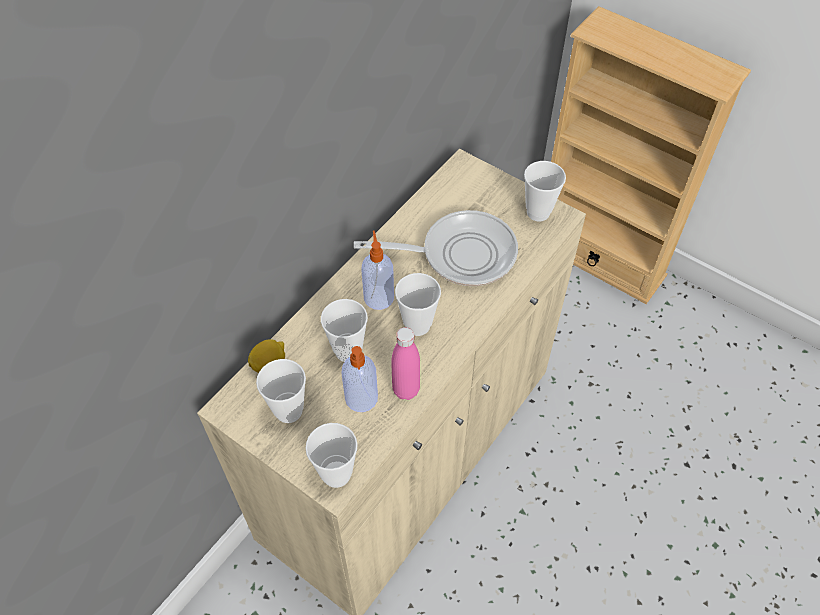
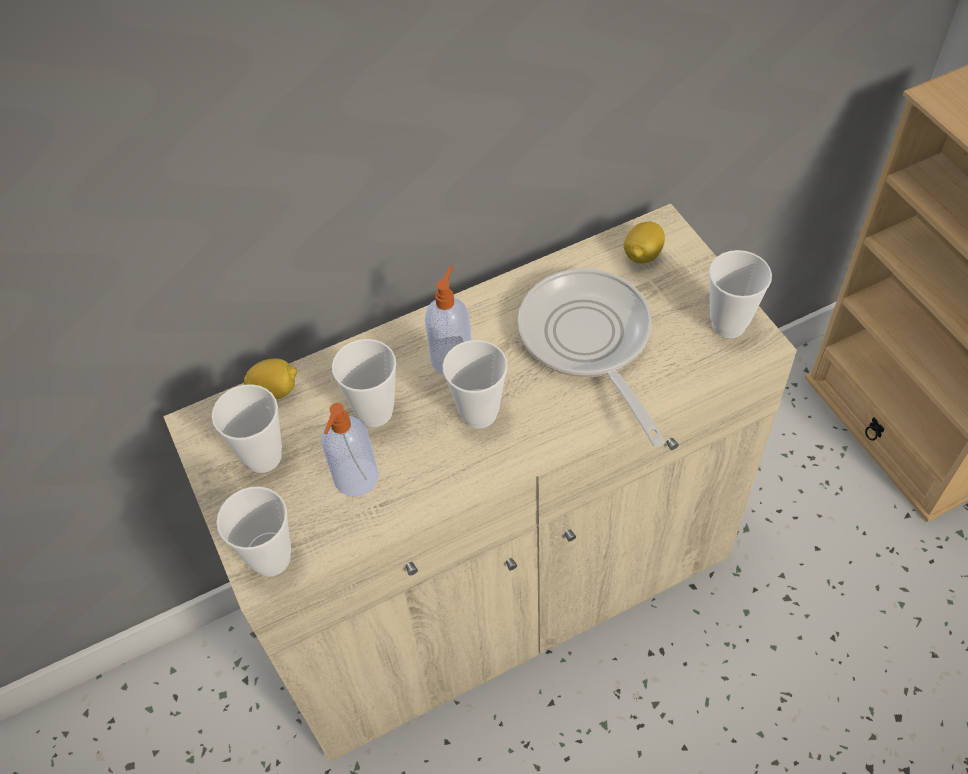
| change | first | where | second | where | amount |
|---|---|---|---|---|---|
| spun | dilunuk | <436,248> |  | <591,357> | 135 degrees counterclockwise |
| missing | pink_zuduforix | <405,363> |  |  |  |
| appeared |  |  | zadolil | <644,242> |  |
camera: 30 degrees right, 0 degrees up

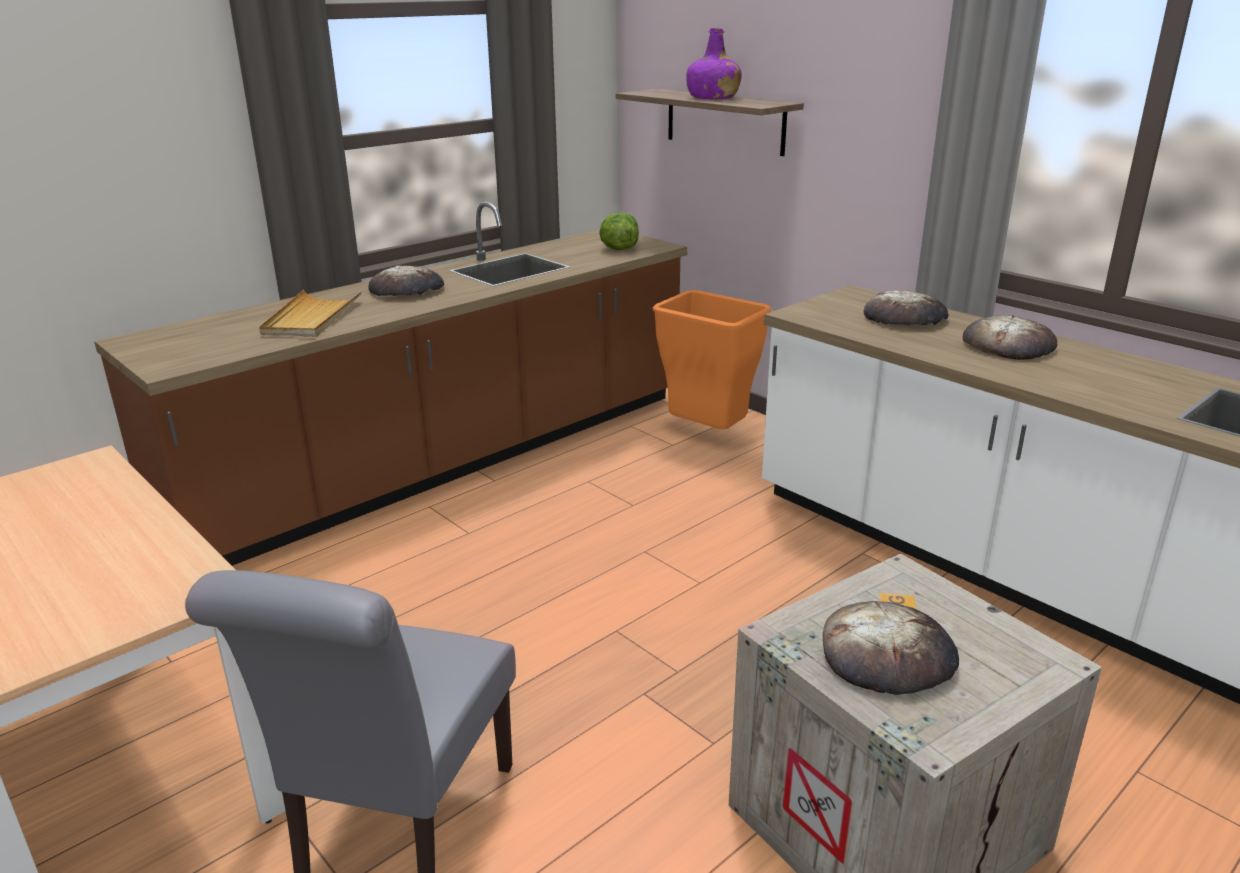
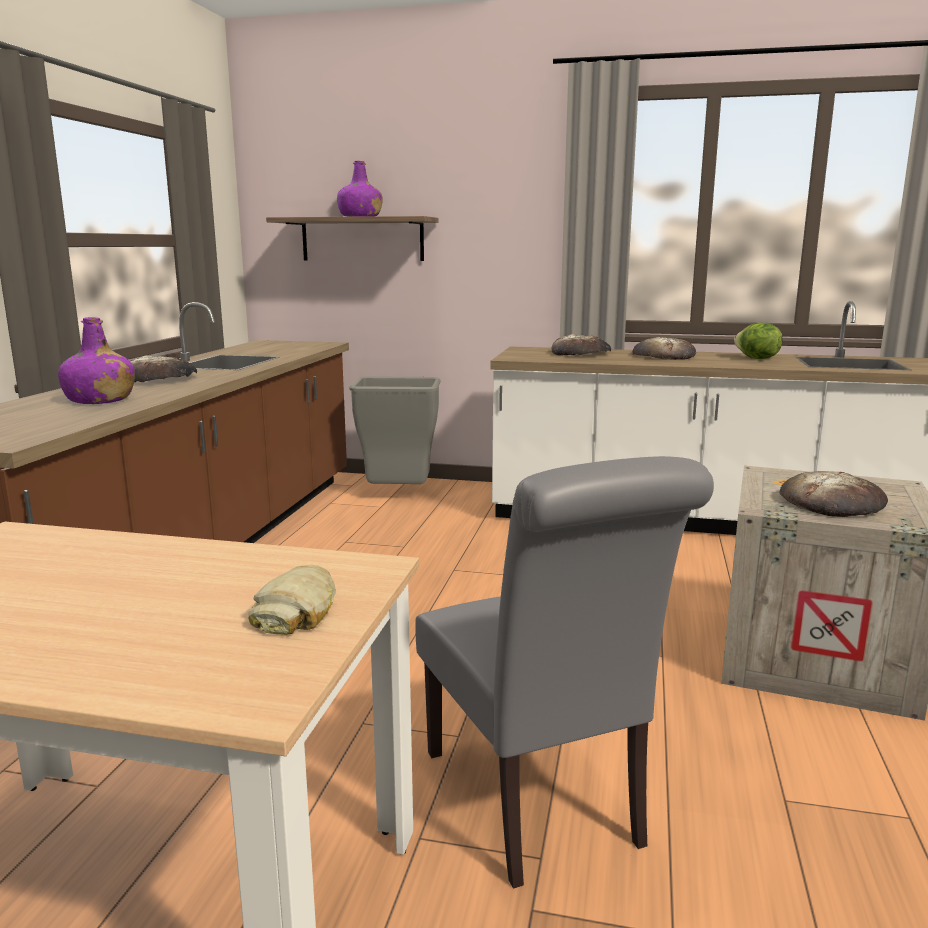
| change | first | where | second | where | amount |
|---|---|---|---|---|---|
| exchanged | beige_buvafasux | <310,313> | purple_zuduforix | <96,360> |  |
| relocated | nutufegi | <619,231> |  | <758,341> |  |
| colour | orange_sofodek | <711,359> | grey_sofodek | <395,430> |  |
| appeared |  |  | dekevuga | <292,600> |  |
camera: 35 degrees left, 10 degrees down

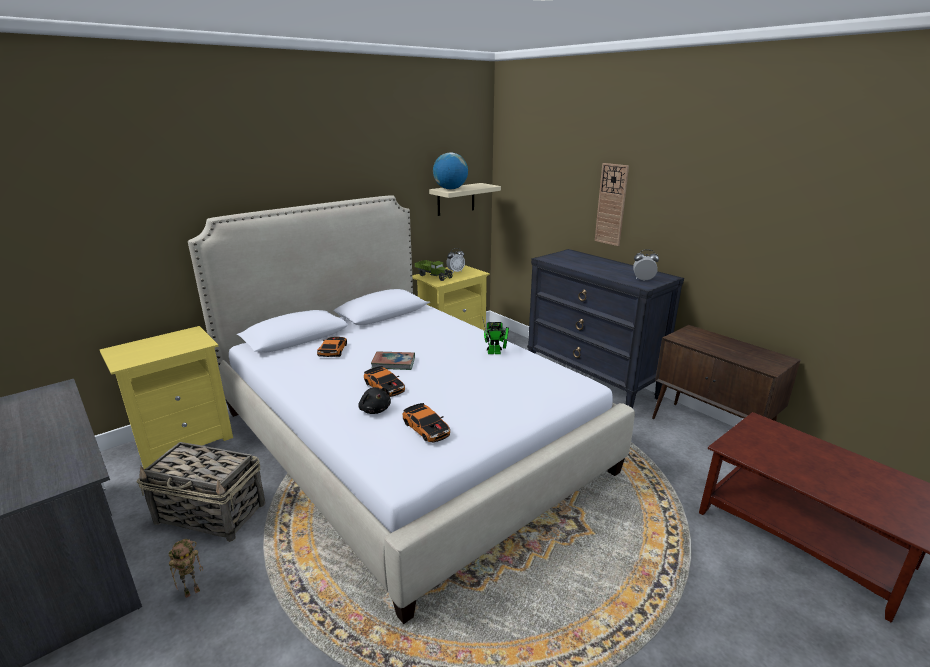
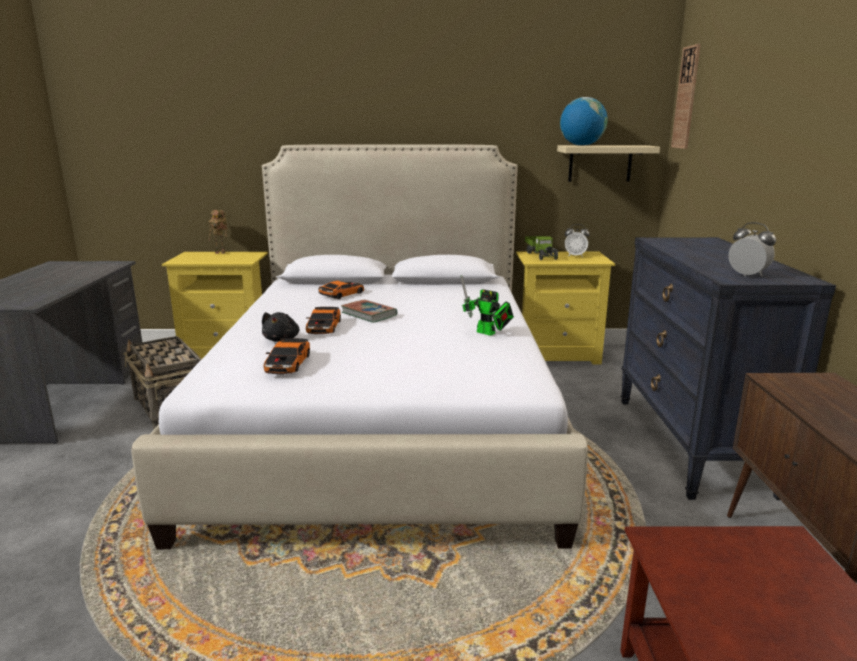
| change | first | where | second | where | amount |
|---|---|---|---|---|---|
| relocated | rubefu | <186,568> |  | <218,232> |  |
| relocated | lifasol | <612,204> |  | <686,96> |  |
camera: 40 degrees right, 5 degrees down

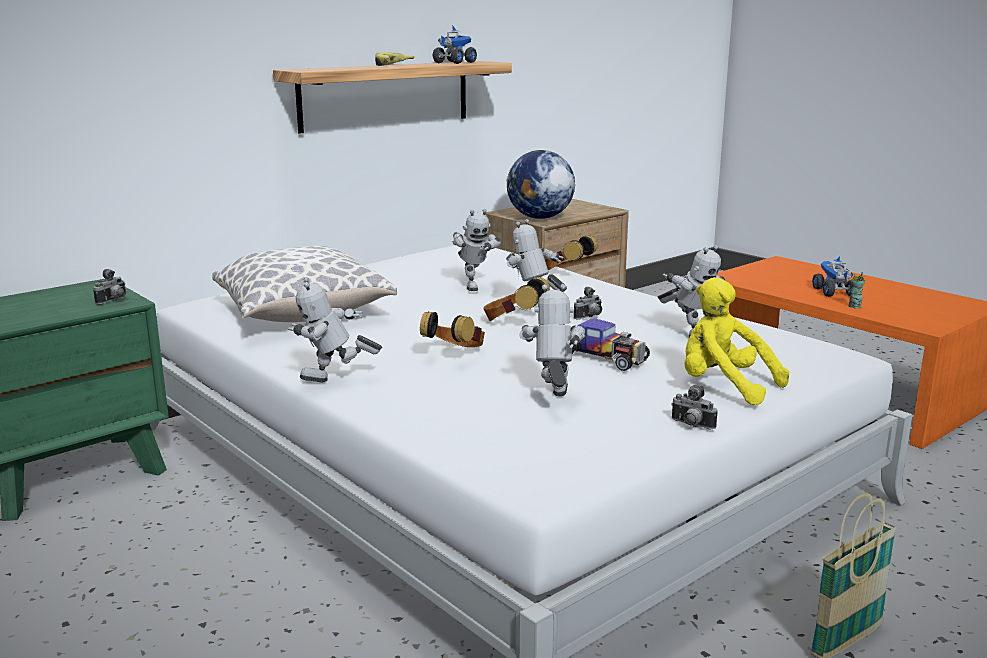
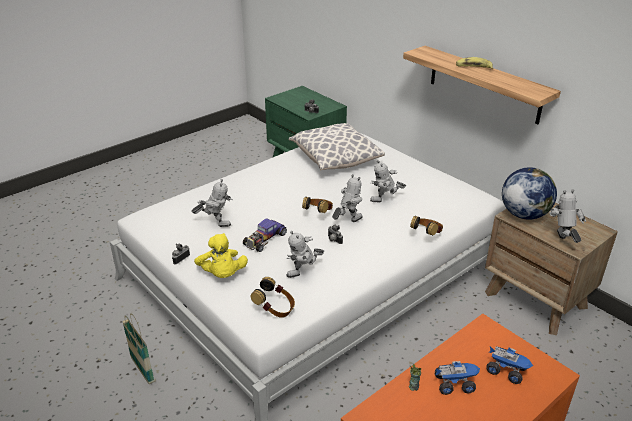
| change | first | where | second | where | amount |
|---|---|---|---|---|---|
| relocated | rubefu | <335,329> |  | <567,216> |  |
| relocated | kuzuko | <452,329> |  | <273,297> |  |
| relocated | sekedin | <455,45> |  | <509,365> |  |
| spun | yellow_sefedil | <736,341> |  | <221,255> | 120 degrees clockwise |
camera: 90 degrees right, 15 degrees up

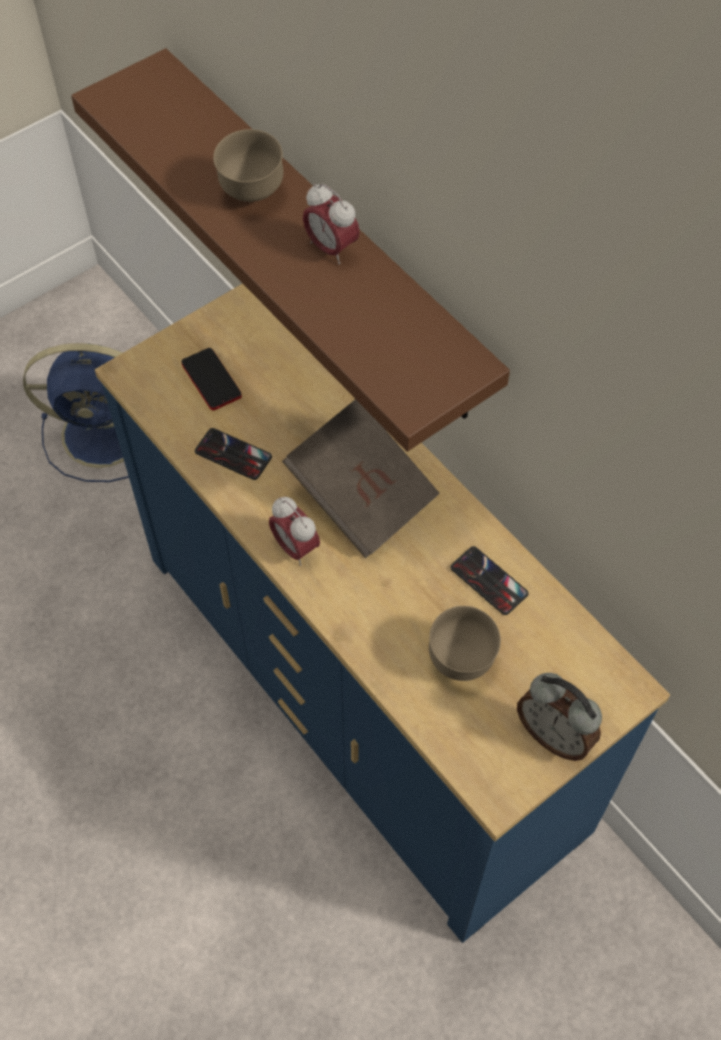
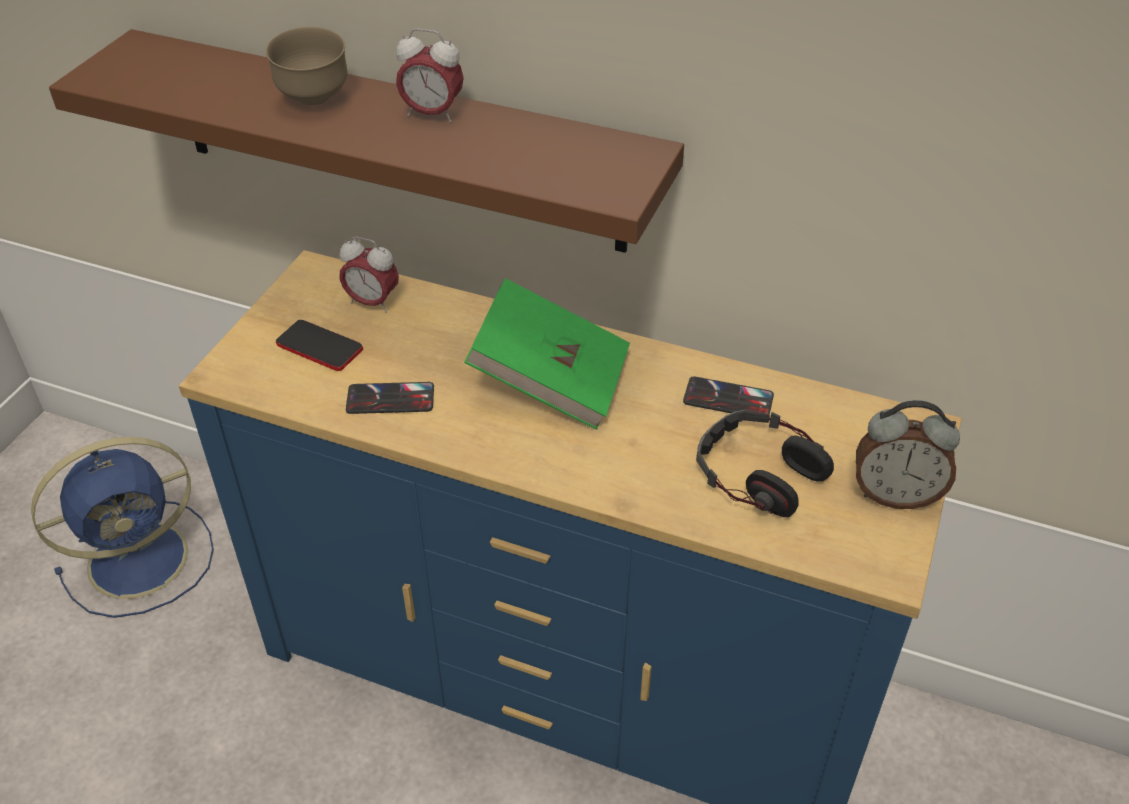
| change | first | where | second | where | amount |
|---|---|---|---|---|---|
| relocated | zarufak | <294,531> |  | <369,275> |  |
| colour | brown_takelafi | <361,478> | green_takelafi | <547,354> |  |
| exchanged | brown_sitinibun | <465,643> | kuzuko | <765,463> |  |
camera: 30 degrees left, 15 degrees down

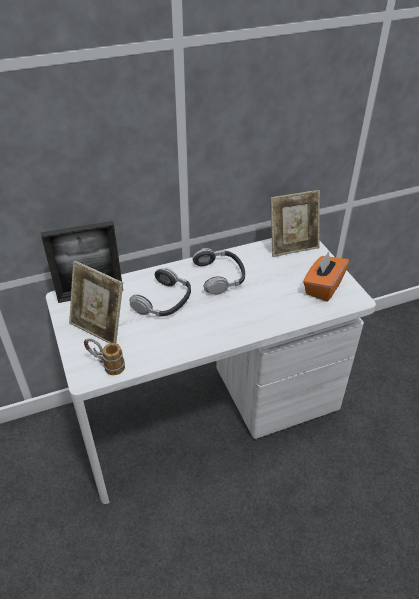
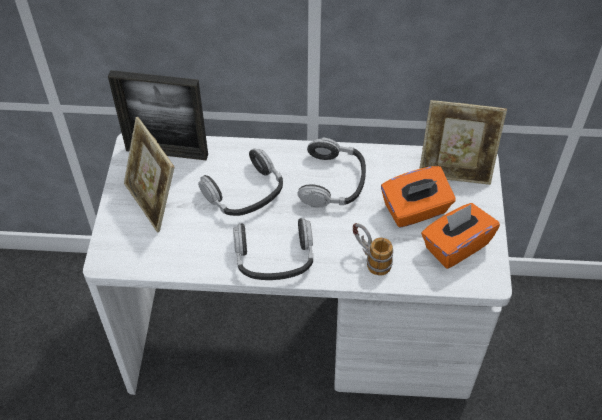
| change | first | where | second | where | amount |
|---|---|---|---|---|---|
| relocated | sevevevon | <104,356> |  | <373,249> |  |
| appeared |  |  | kuzuko | <273,249> |  |
| appeared |  |  | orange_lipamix | <418,197> |  |
camera: 25 degrees right, 10 degrees up

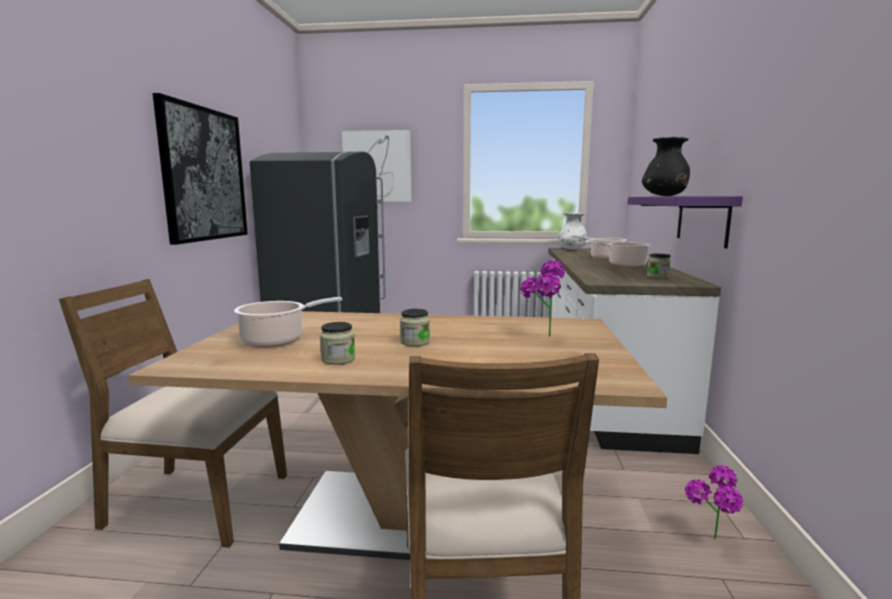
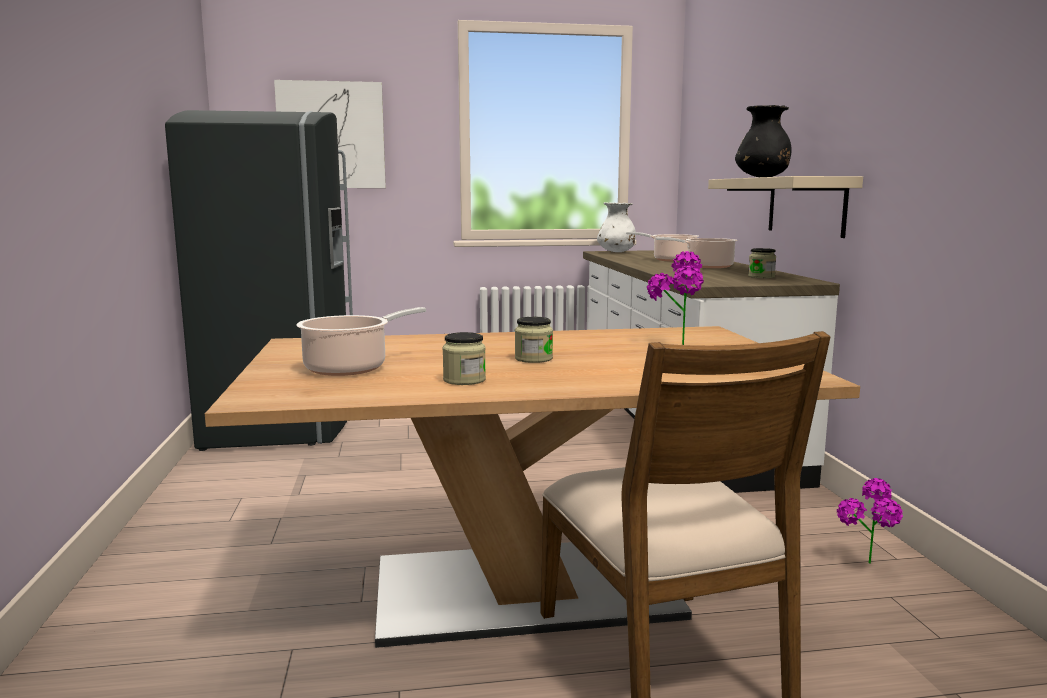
| change | first | where | second | where | amount |
|---|---|---|---|---|---|
| missing | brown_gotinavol | <173,413> |  |  |  |
| missing | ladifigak | <200,169> |  |  |  |
| colour | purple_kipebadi | <685,222> | beige_kipebadi | <785,207> |  |
camera: 15 degrees left, 0 degrees up

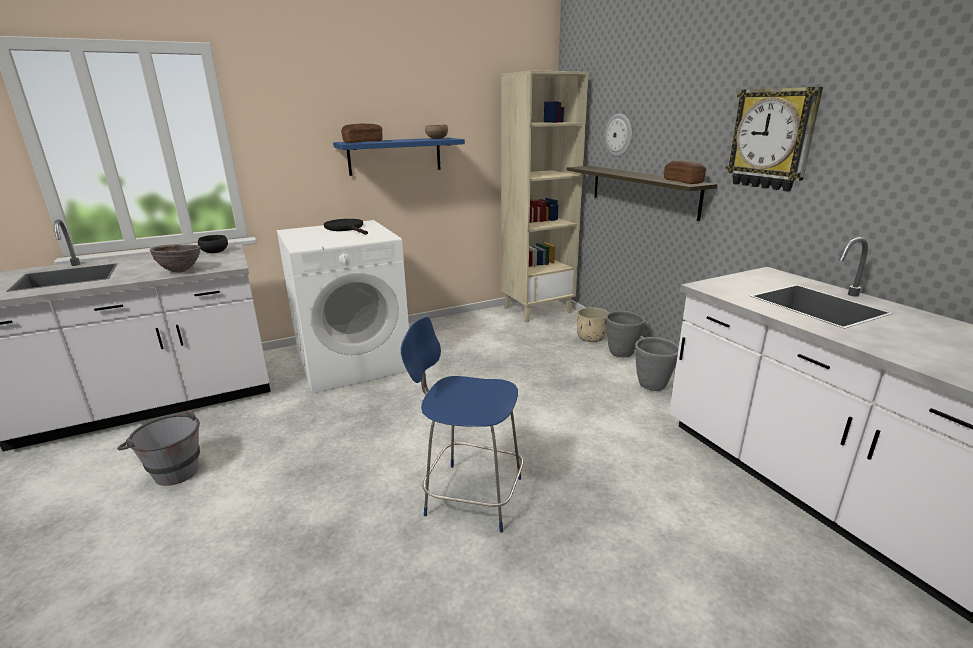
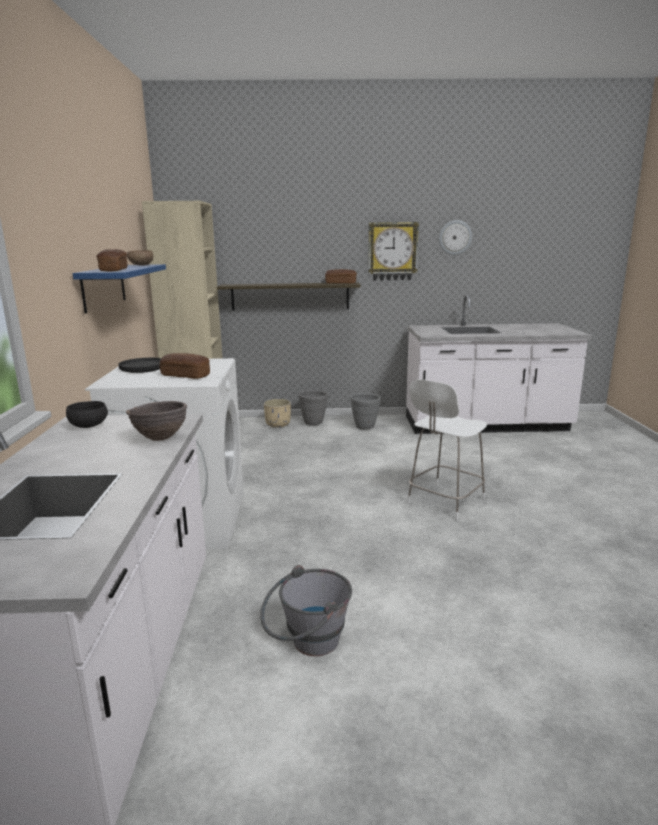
| change | first | where | second | where | amount |
|---|---|---|---|---|---|
| colour | blue_gotinavol | <462,425> | white_gotinavol | <447,449> |  |
| relocated | lifasol | <618,135> |  | <455,237> |  |
| appeared |  |  | dekevuga | <184,366> |  |
camera: 65 degrees left, 5 degrees down

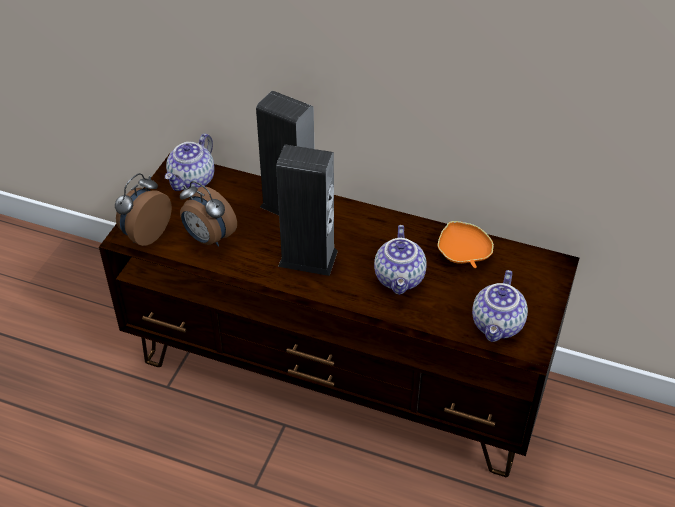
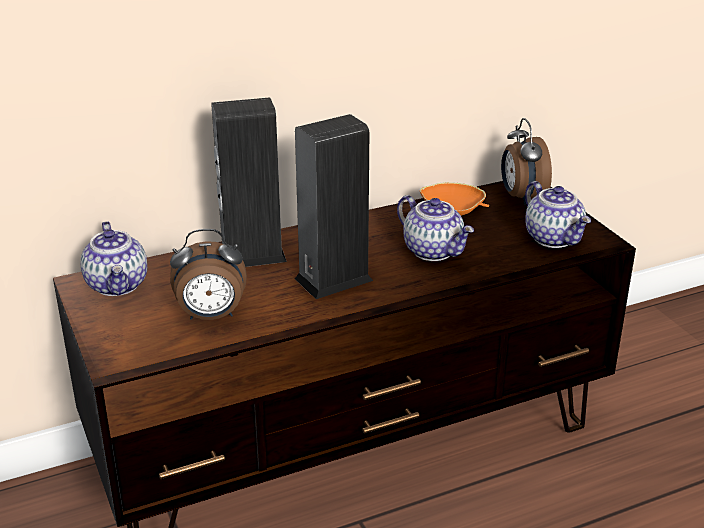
| change | first | where | second | where | amount |
|---|---|---|---|---|---|
| relocated | zarufak | <143,209> |  | <526,161> |  |
camera: 45 degrees left, 15 degrees down

